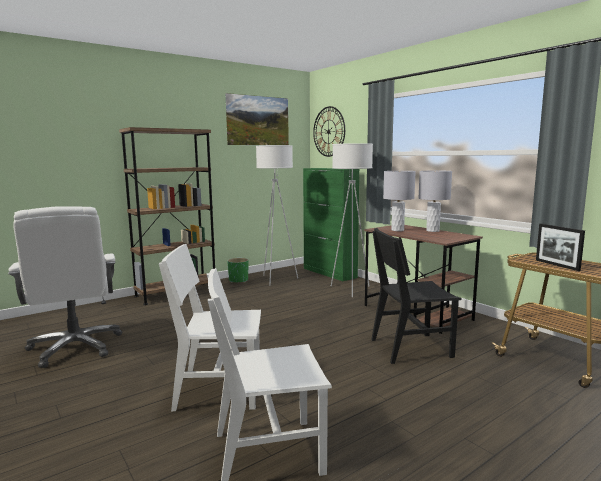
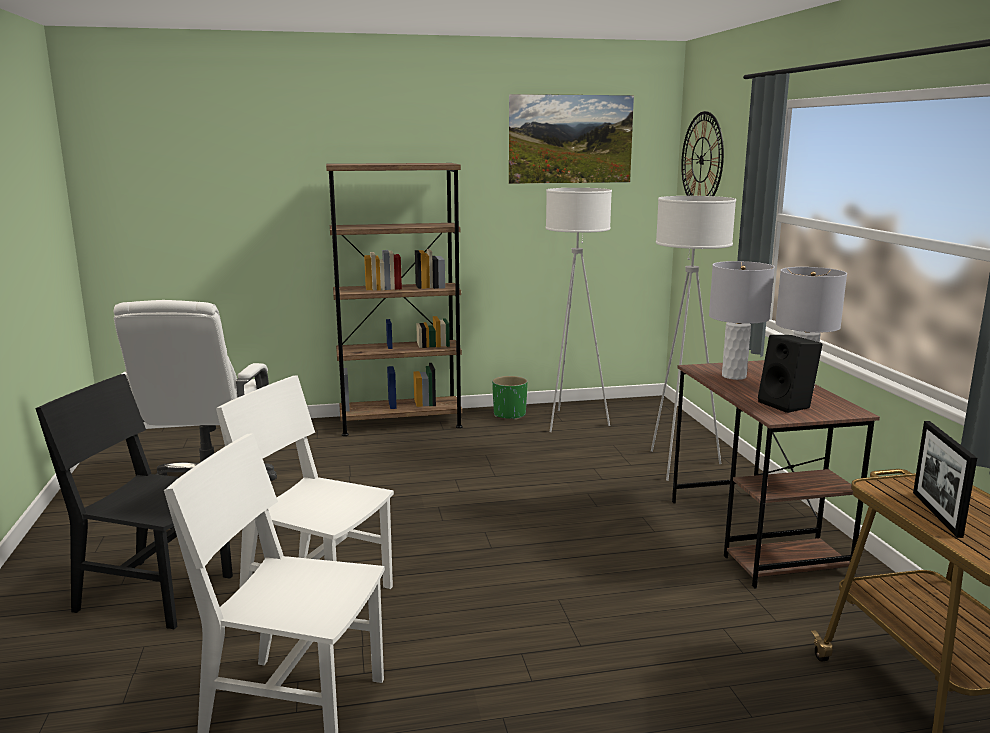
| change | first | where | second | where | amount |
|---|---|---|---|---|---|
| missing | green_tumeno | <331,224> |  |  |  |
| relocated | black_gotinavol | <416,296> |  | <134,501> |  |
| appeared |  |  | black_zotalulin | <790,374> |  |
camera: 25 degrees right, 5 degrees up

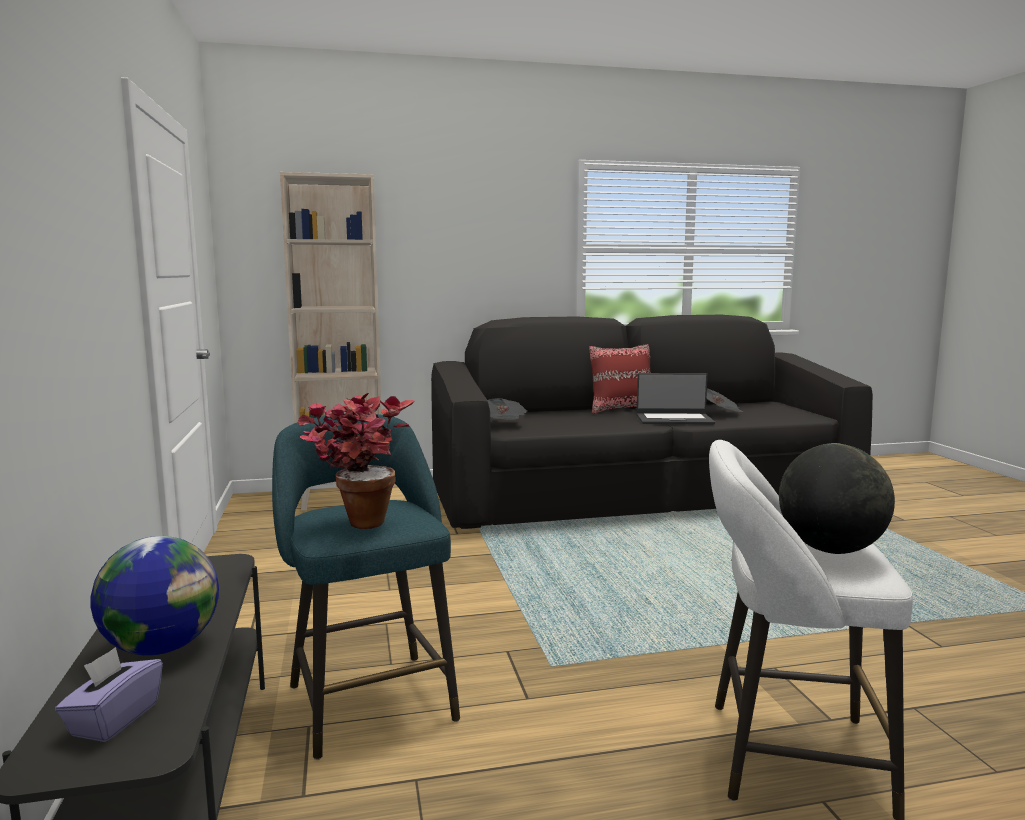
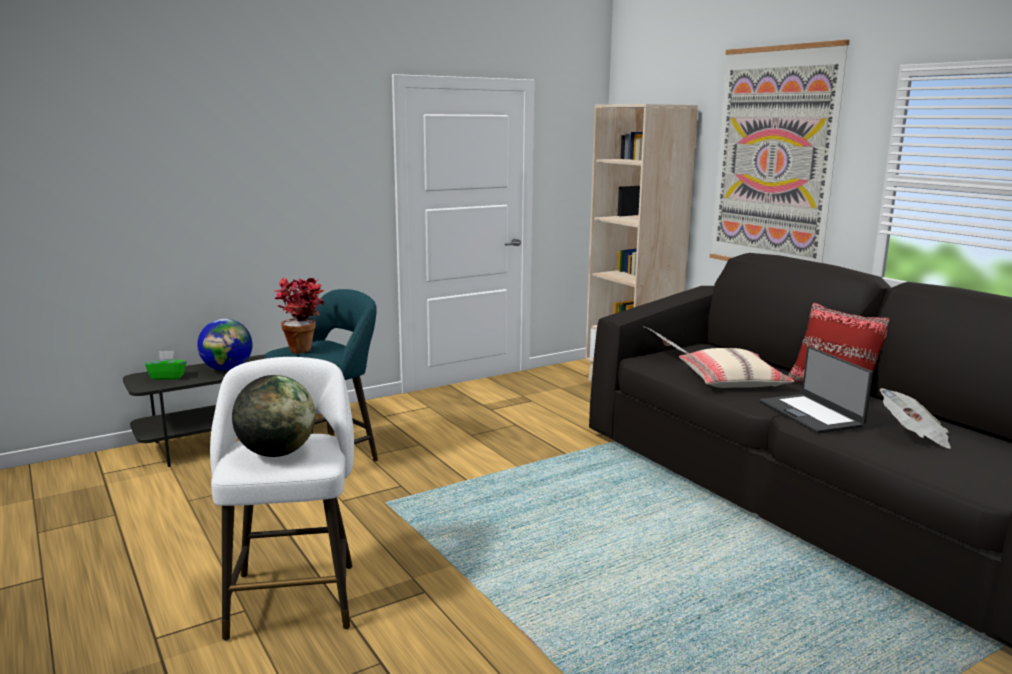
| change | first | where | second | where | amount |
|---|---|---|---|---|---|
| colour | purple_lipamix | <109,694> | green_lipamix | <166,365> |  |
| appeared |  |  | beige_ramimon | <737,368> |  |
| appeared |  |  | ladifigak | <780,151> |  |
camera: 70 degrees right, 5 degrees up

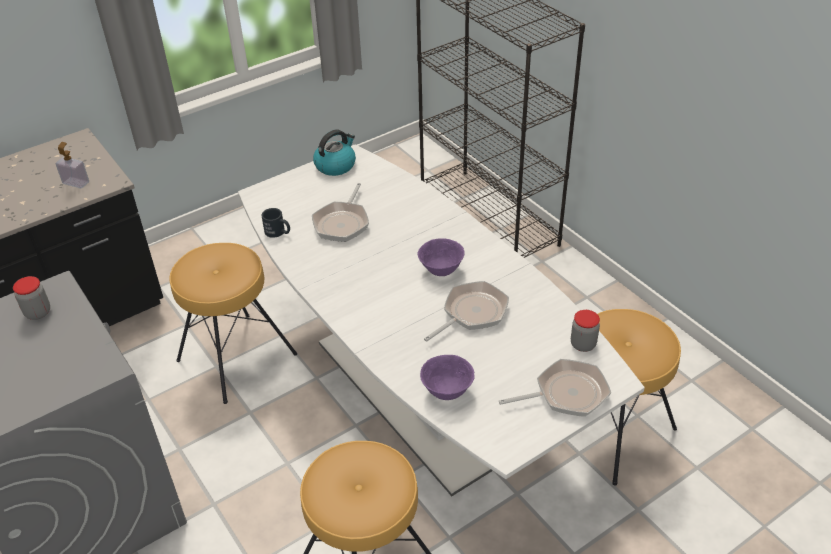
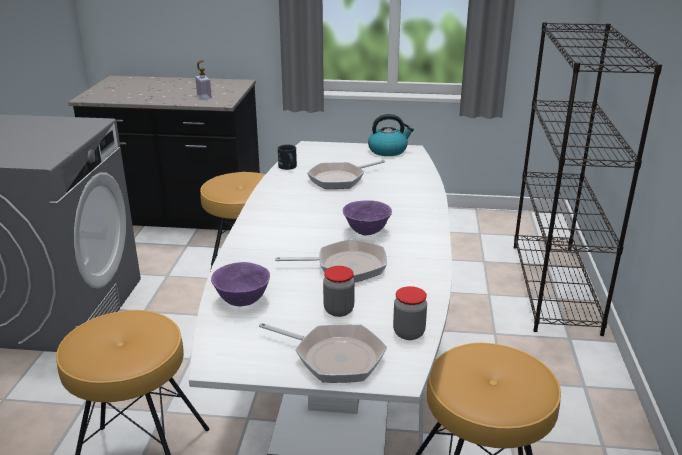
| change | first | where | second | where | amount |
|---|---|---|---|---|---|
| relocated | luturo | <31,298> |  | <339,291> |  |
camera: 40 degrees right, 15 degrees down

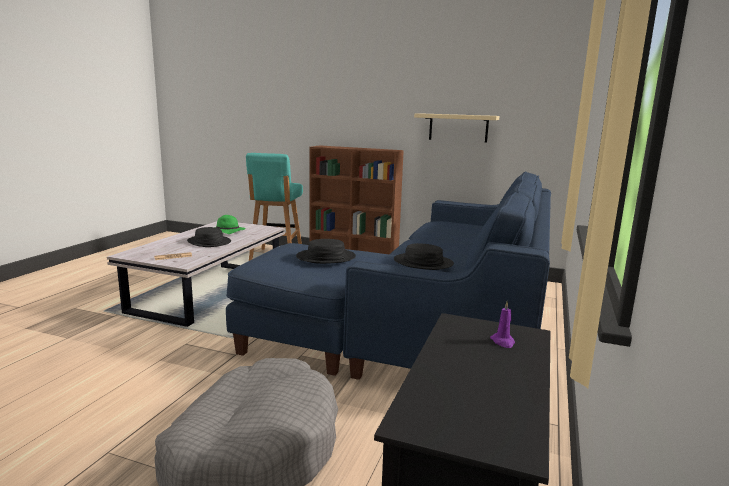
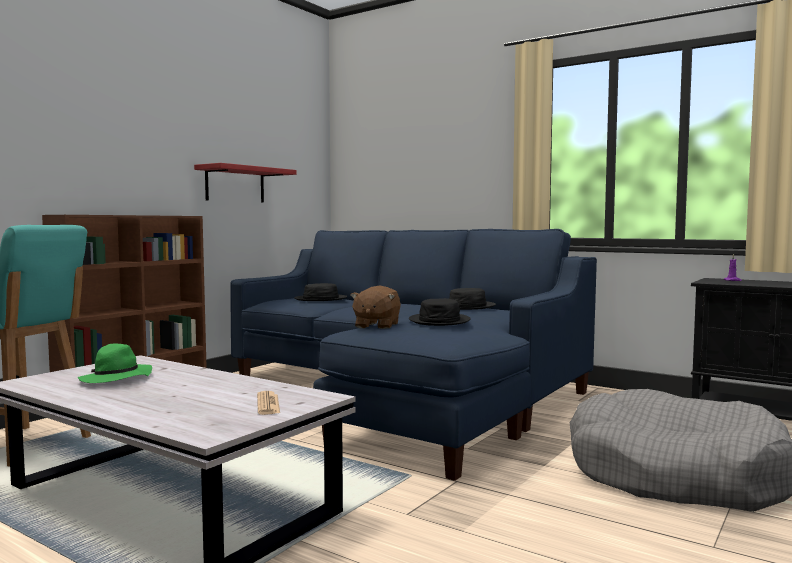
| change | first | where | second | where | amount |
|---|---|---|---|---|---|
| relocated | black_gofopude | <209,237> |  | <320,292> |  |
| colour | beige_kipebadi | <457,127> | red_kipebadi | <245,183> |  |
| appeared |  |  | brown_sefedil | <375,307> |  |
camera: 75 degrees left, 10 degrees down

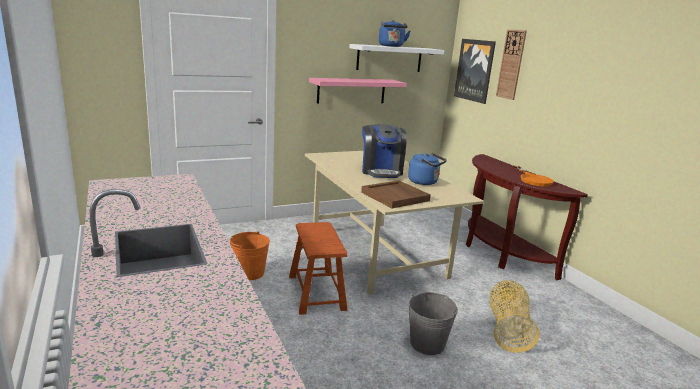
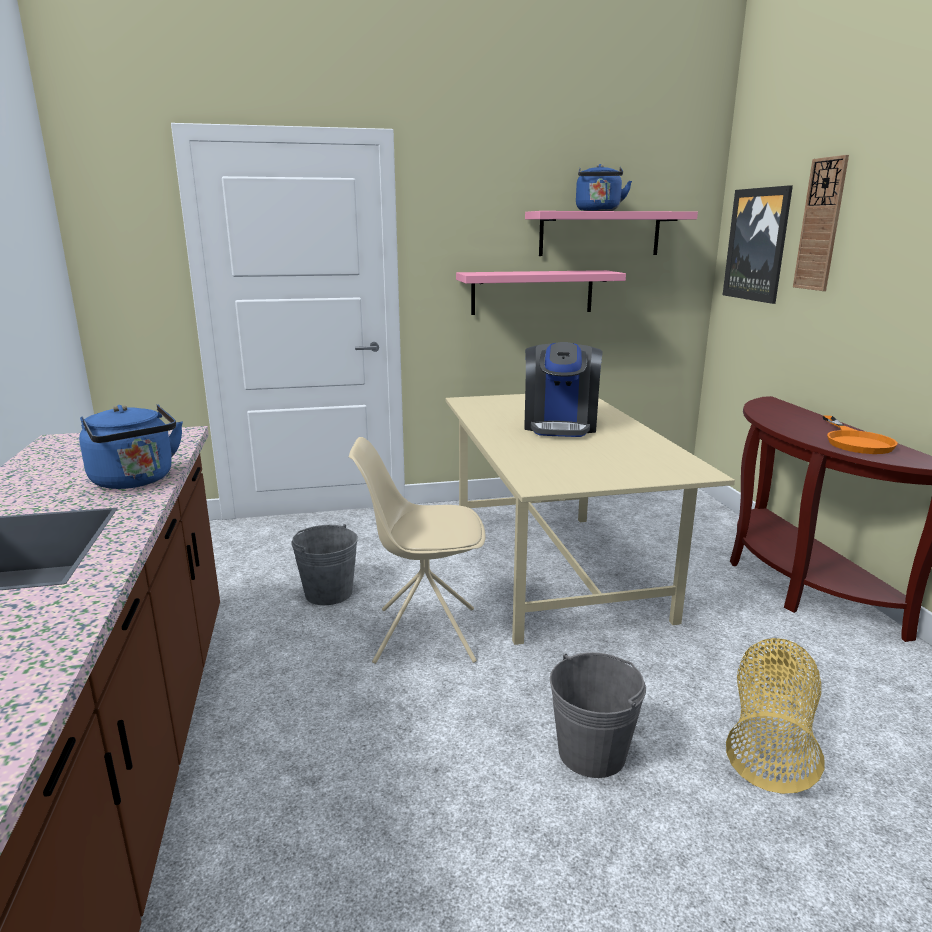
| change | first | where | second | where | amount |
|---|---|---|---|---|---|
| colour | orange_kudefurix | <250,255> | grey_kudefurix | <324,564> |  |
| exchanged | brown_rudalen | <318,268> | beige_gotinavol | <417,550> |  |
| colour | white_kipebadi | <397,58> | pink_kipebadi | <611,233> |  |
| missing | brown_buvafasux | <396,194> |  |  |  |
| relocated | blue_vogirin | <427,169> |  | <131,446> |  |
camera: 15 degrees right, 0 degrees up

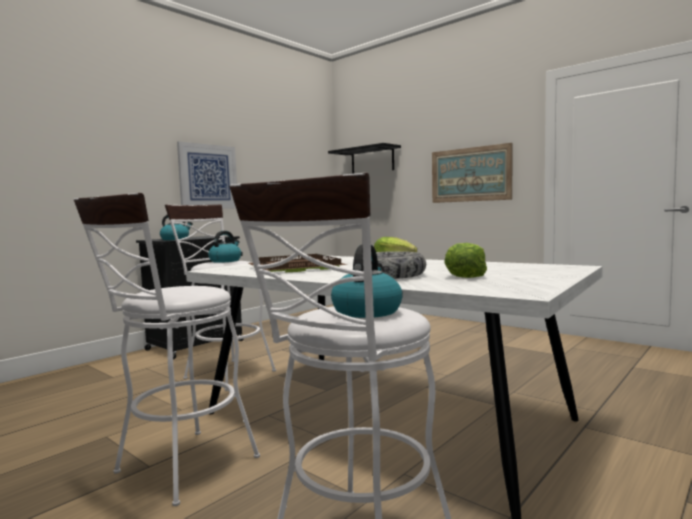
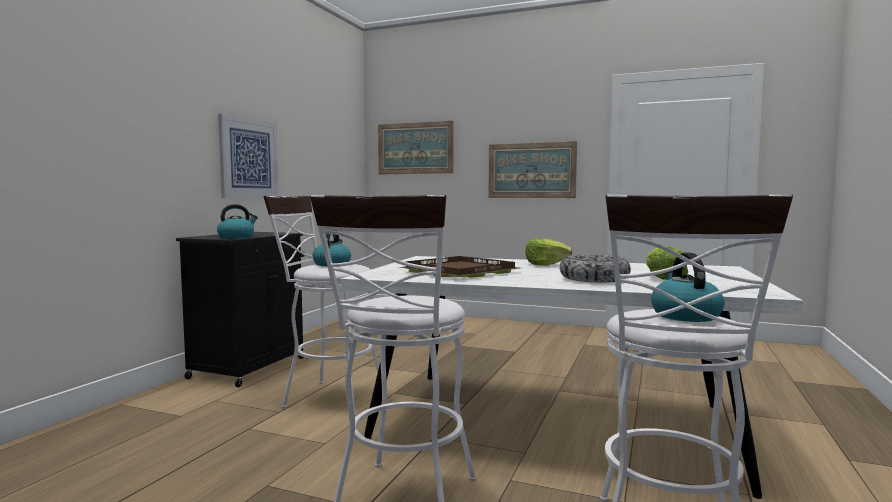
| change | first | where | second | where | amount |
|---|---|---|---|---|---|
| exchanged | black_kipebadi | <364,158> | ladifigak | <416,147> |  |
camera: 20 degrees left, 0 degrees up

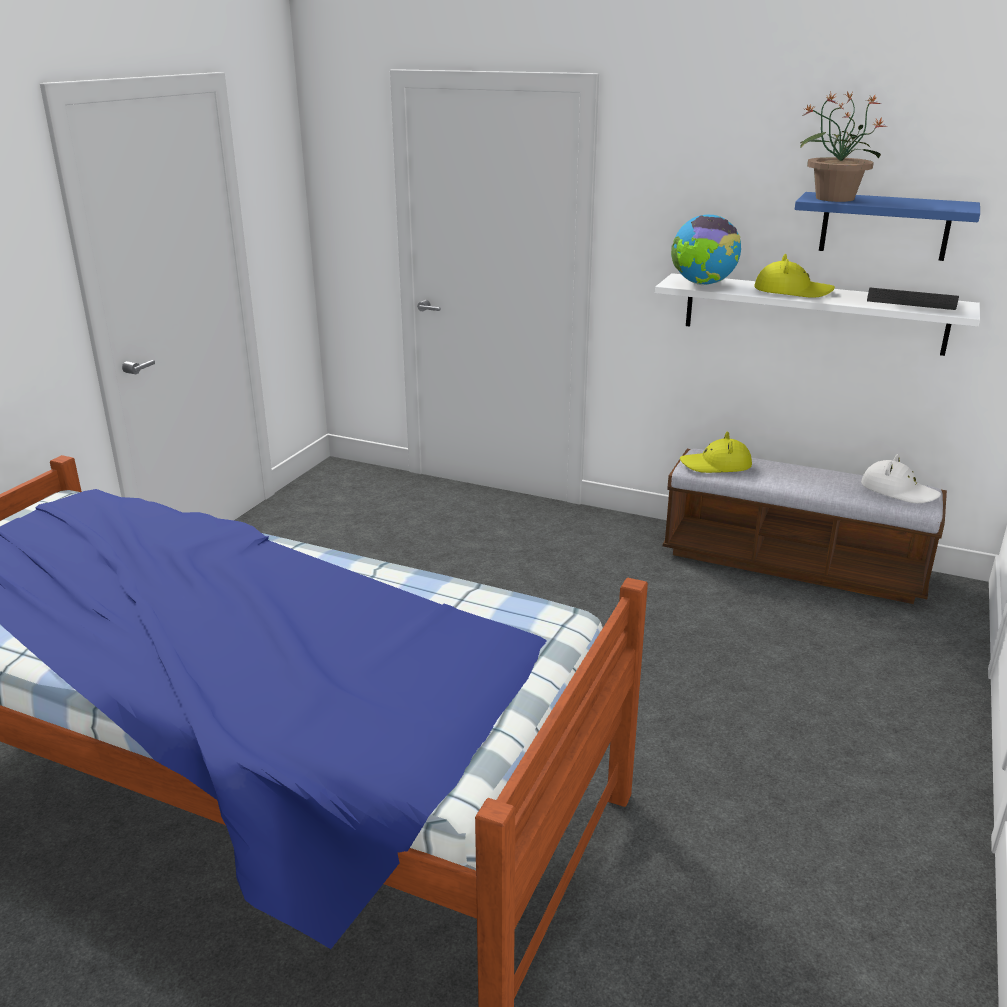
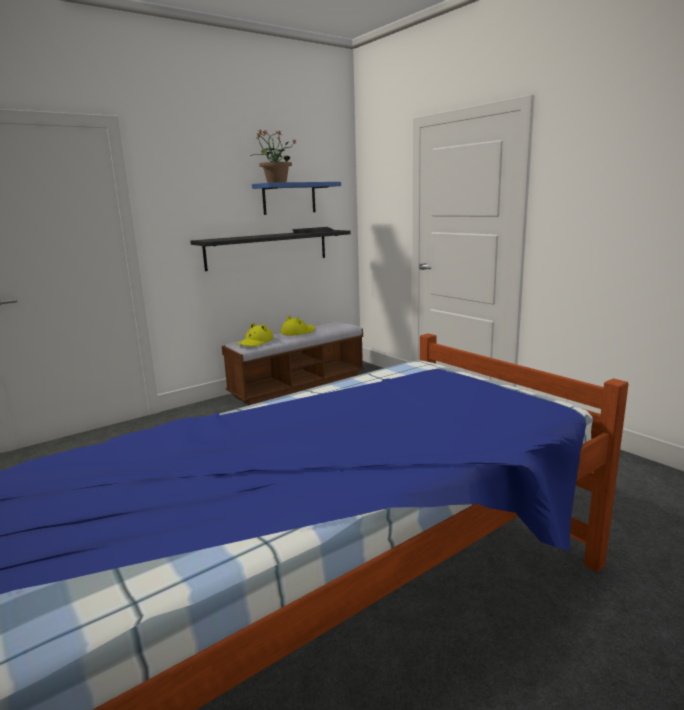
| change | first | where | second | where | amount |
|---|---|---|---|---|---|
| colour | white_kipebadi | <817,314> | black_kipebadi | <270,250> |  |
| missing | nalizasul | <706,249> |  |  |  |
| relocated | yellow_gofopude | <794,276> |  | <298,326> |  |
| missing | white_gofopude | <901,478> |  |  |  |
camera: 60 degrees left, 10 degrees down

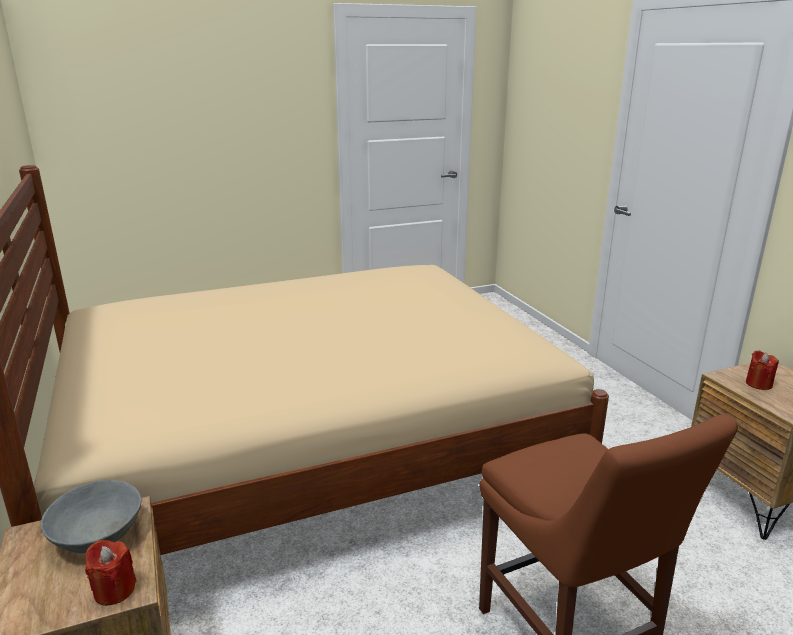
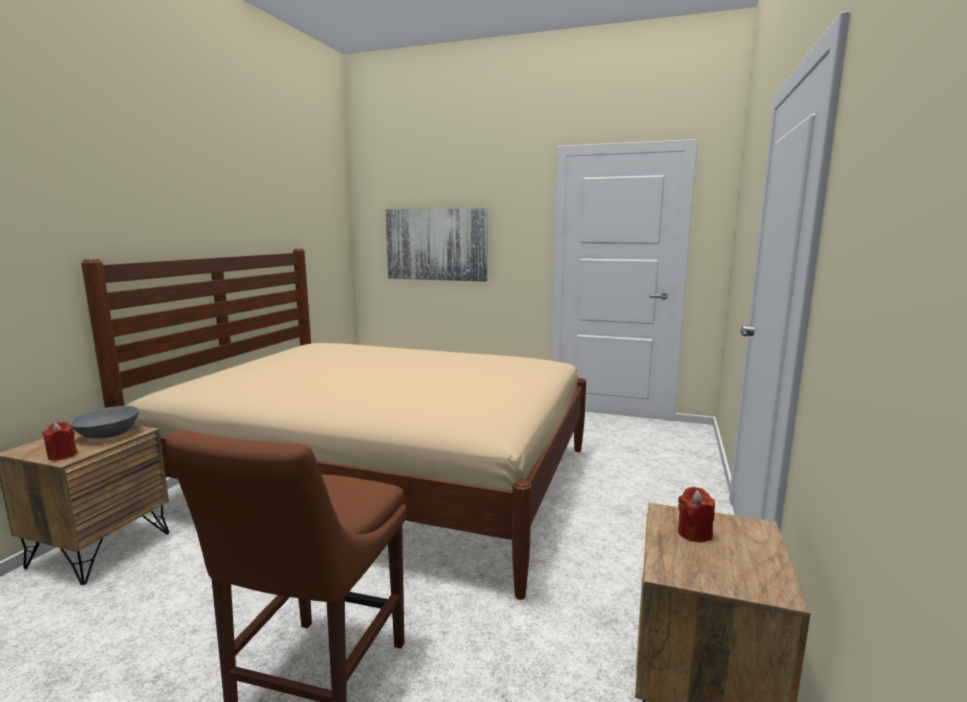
| change | first | where | second | where | amount |
|---|---|---|---|---|---|
| appeared |  |  | ladifigak | <436,245> |  |
camera: 40 degrees right, 10 degrees down

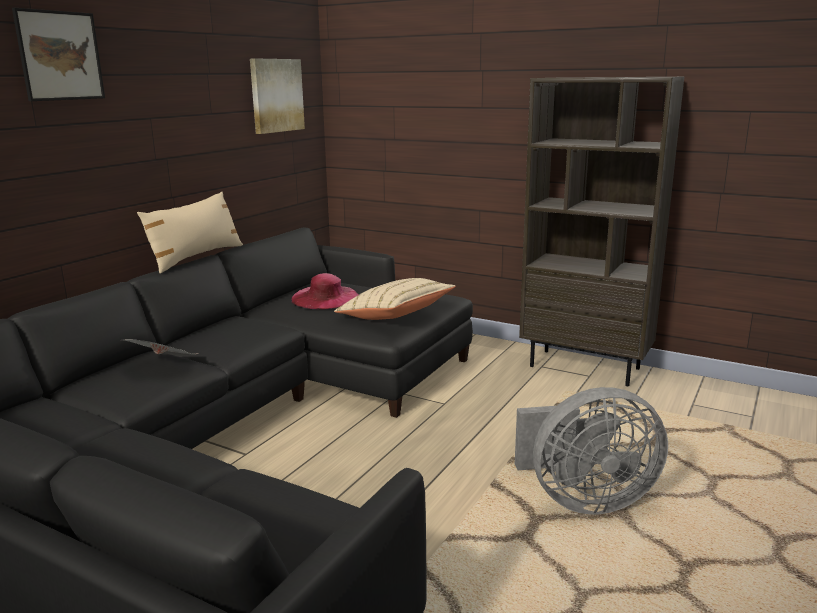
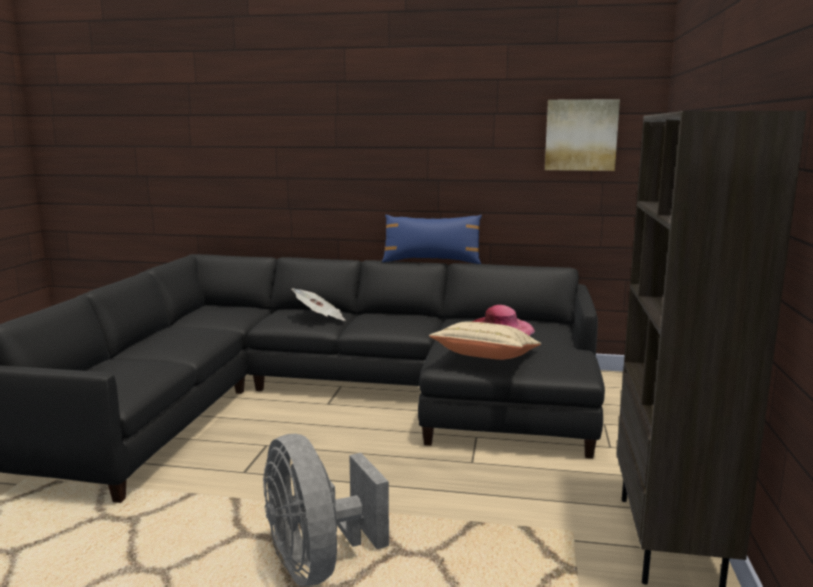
| change | first | where | second | where | amount |
|---|---|---|---|---|---|
| missing | ladifigak | <58,54> |  |  |  |
| colour | beige_ramimon | <190,233> | blue_ramimon | <432,239> |  |
camera: 70 degrees right, 5 degrees down

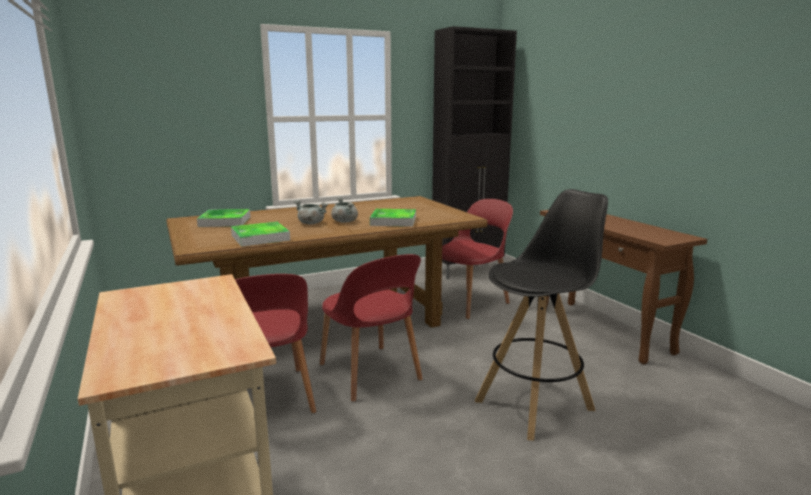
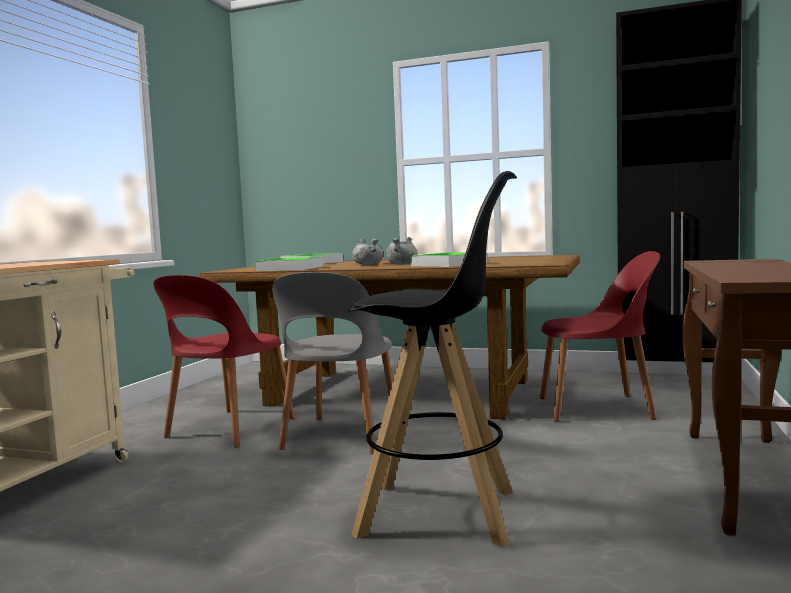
| change | first | where | second | where | amount |
|---|---|---|---|---|---|
| colour | red_gotinavol | <371,328> | grey_gotinavol | <332,363> |  |
camera: 45 degrees right, 10 degrees down

